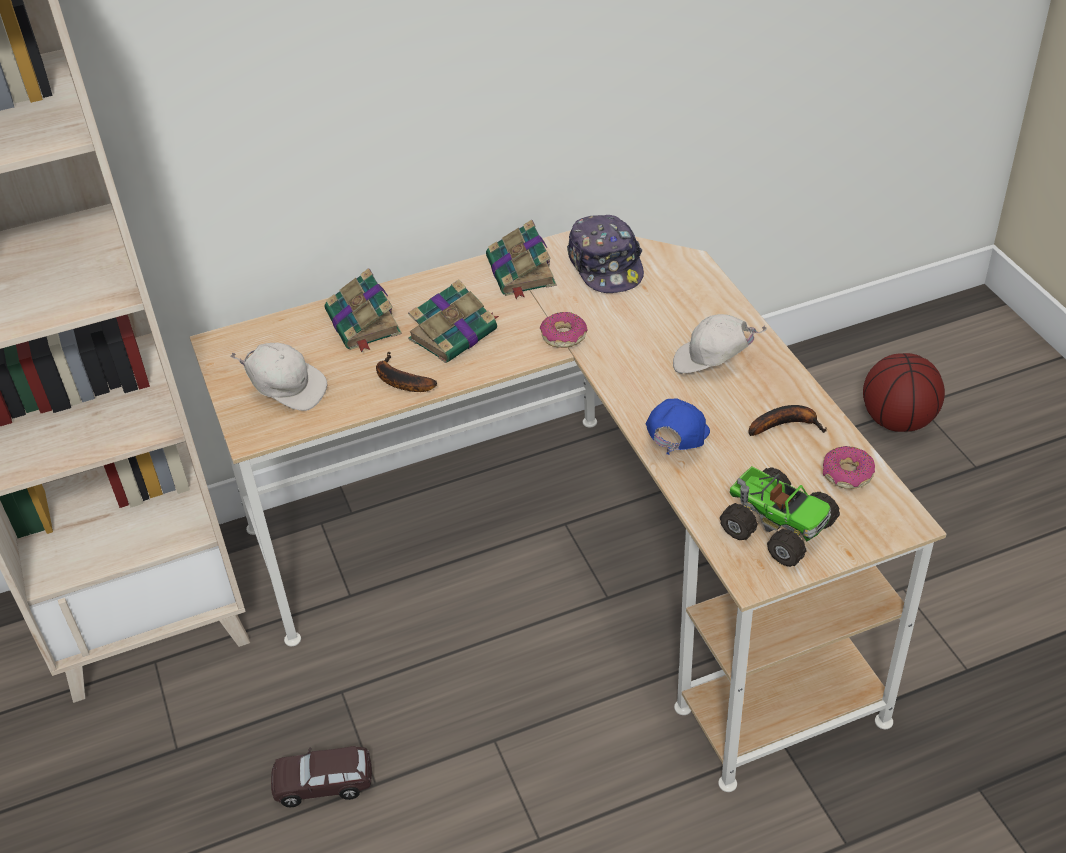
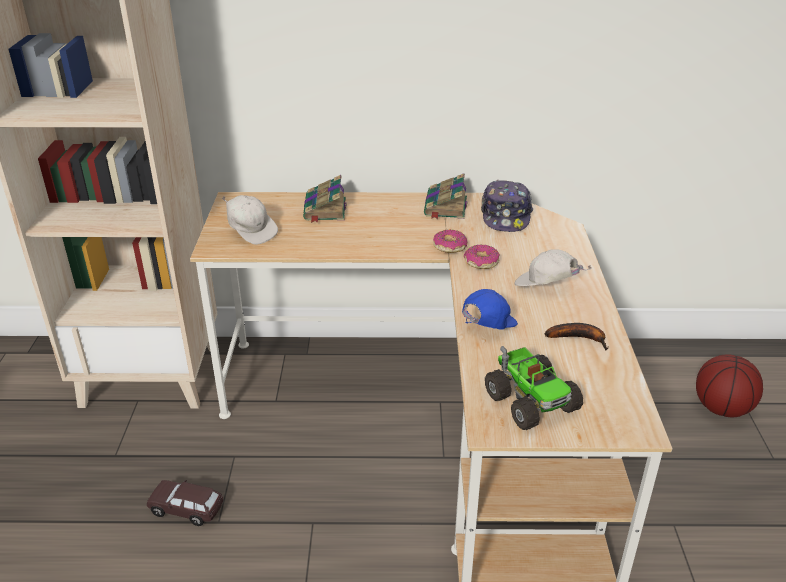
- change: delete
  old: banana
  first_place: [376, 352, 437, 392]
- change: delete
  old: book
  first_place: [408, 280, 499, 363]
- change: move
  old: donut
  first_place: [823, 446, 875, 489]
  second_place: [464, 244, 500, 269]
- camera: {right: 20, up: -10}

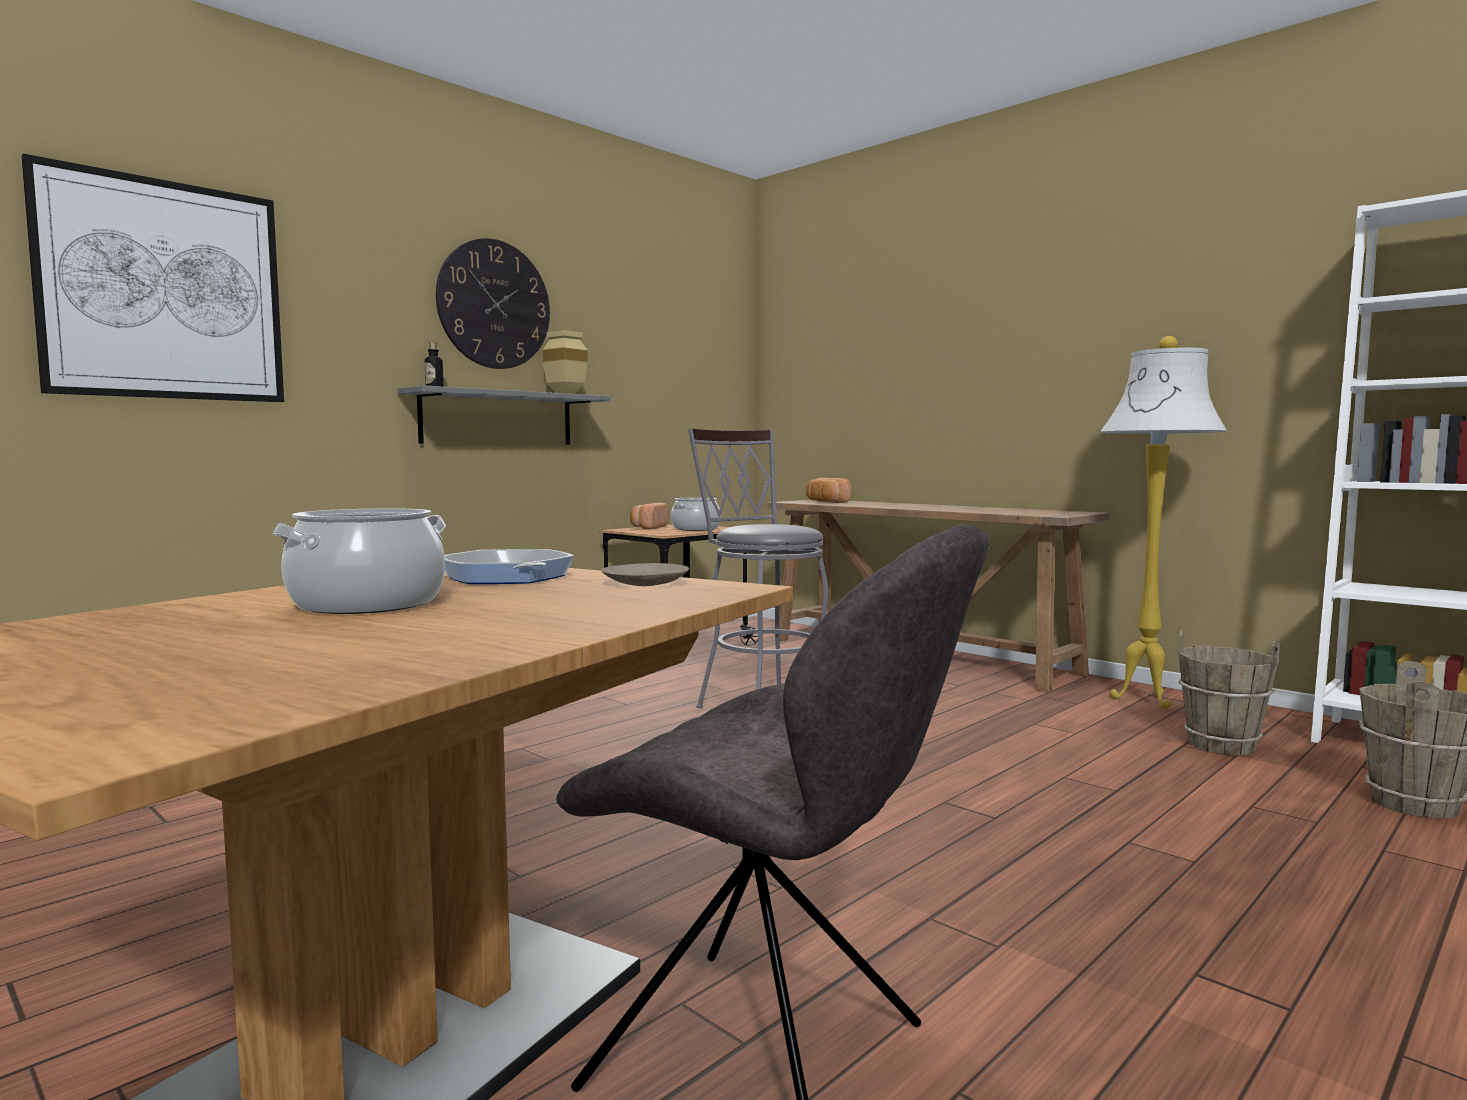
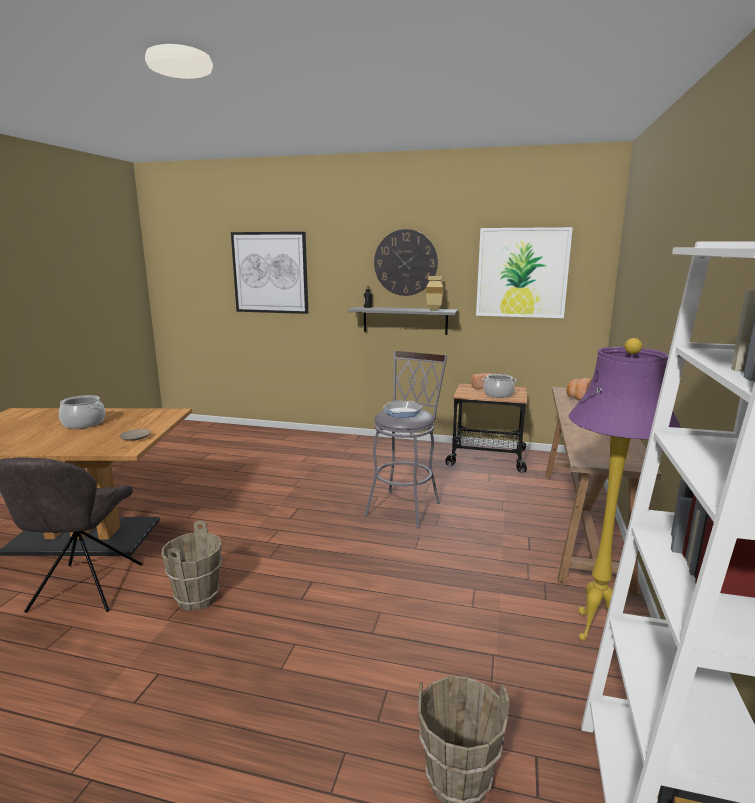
- change: move
  old: frying pan
  first_place: [444, 549, 574, 584]
  second_place: [383, 401, 423, 417]
- change: recolor
  old: floor lamp in white
  new: floor lamp in purple
  first_place: [1100, 336, 1227, 709]
  second_place: [569, 338, 681, 641]
- change: move
  old: bucket in brown
  first_place: [1178, 630, 1280, 755]
  second_place: [162, 520, 222, 611]
- change: insert
  new: picture
  second_place: [476, 227, 573, 318]
- camera: {right: 60, up: 10}

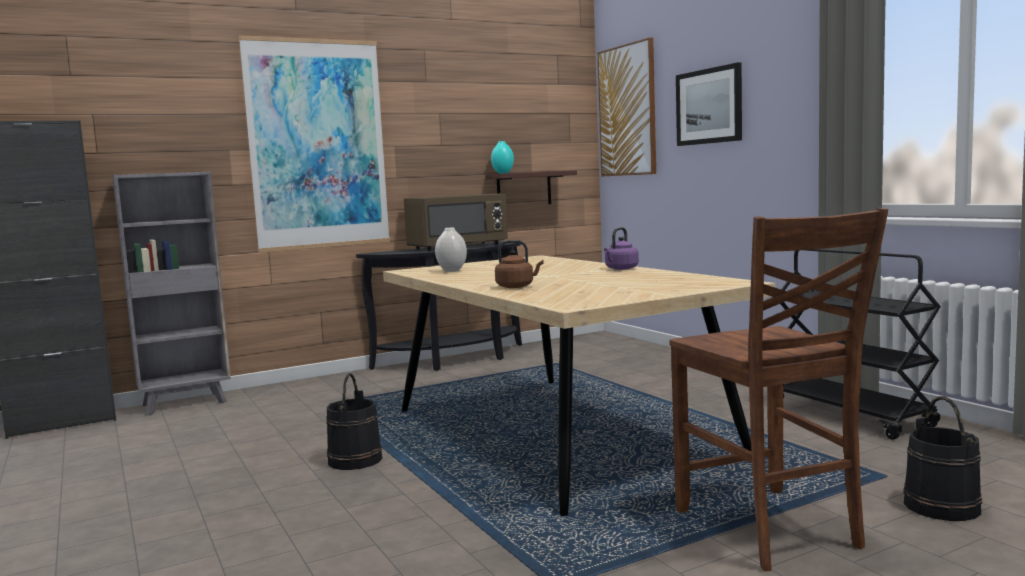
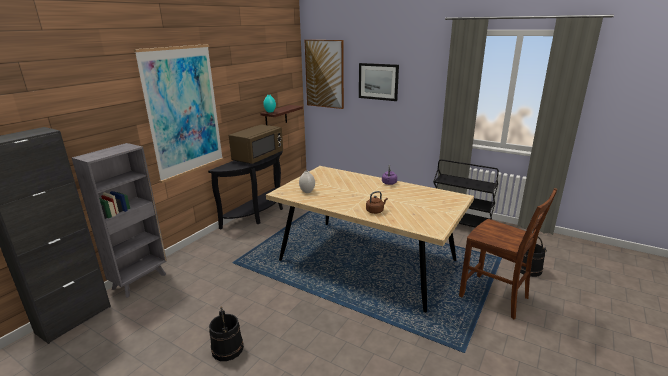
- change: move
  old: bucket in black
  first_place: [326, 373, 382, 470]
  second_place: [209, 306, 244, 361]
- camera: {right: -30, up: 15}

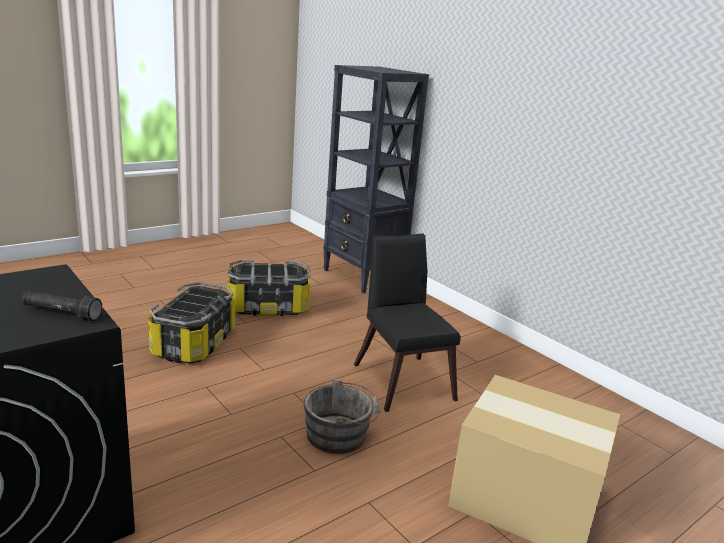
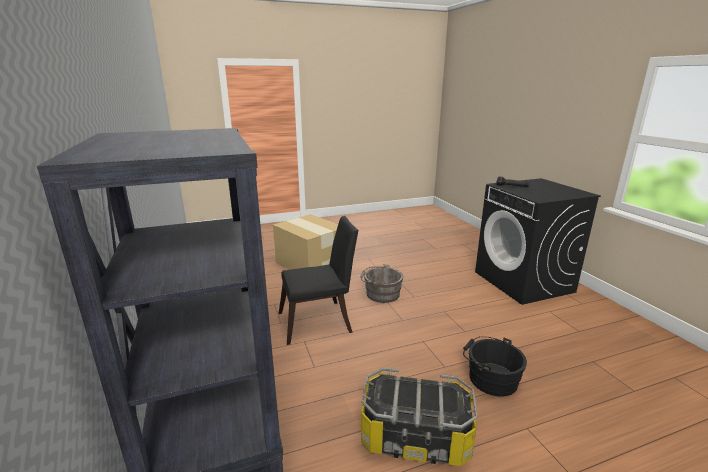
- change: replace
  old: storage box
  new: bucket in black
  first_place: [148, 282, 235, 364]
  second_place: [463, 336, 527, 396]
- change: rotate
  old: chair in black
  first_place: [354, 233, 461, 412]
  second_place: [279, 216, 358, 345]
  degrees: -105
- camera: {right: -160, up: 0}

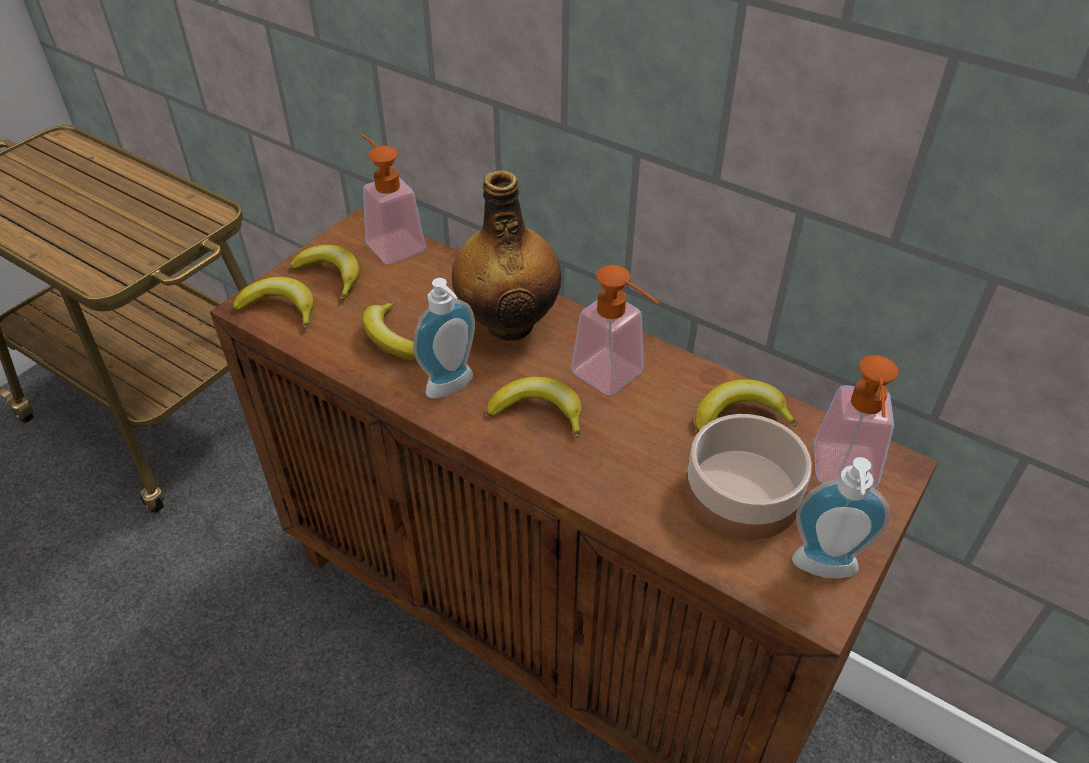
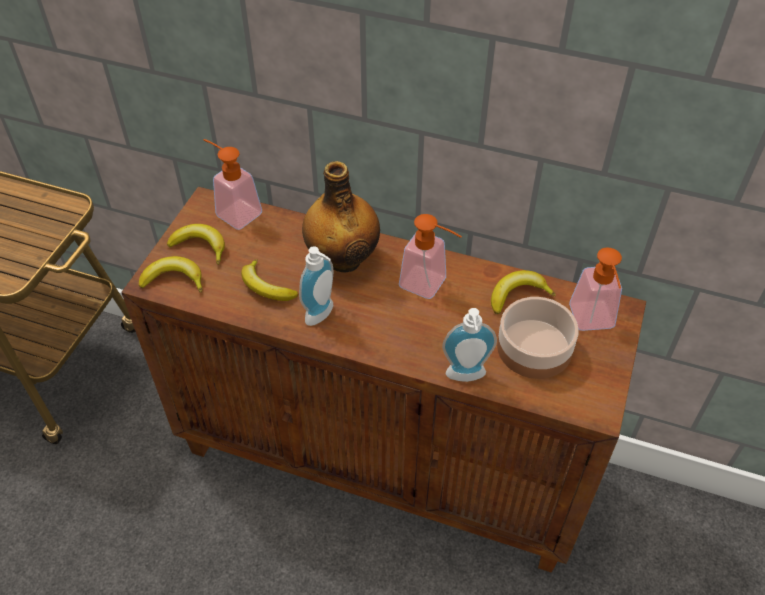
- change: delete
  old: banana
  first_place: [487, 377, 582, 438]
- change: move
  old: soap dispenser
  first_place: [792, 457, 890, 578]
  second_place: [442, 308, 497, 382]
- camera: {right: -15, up: 5}

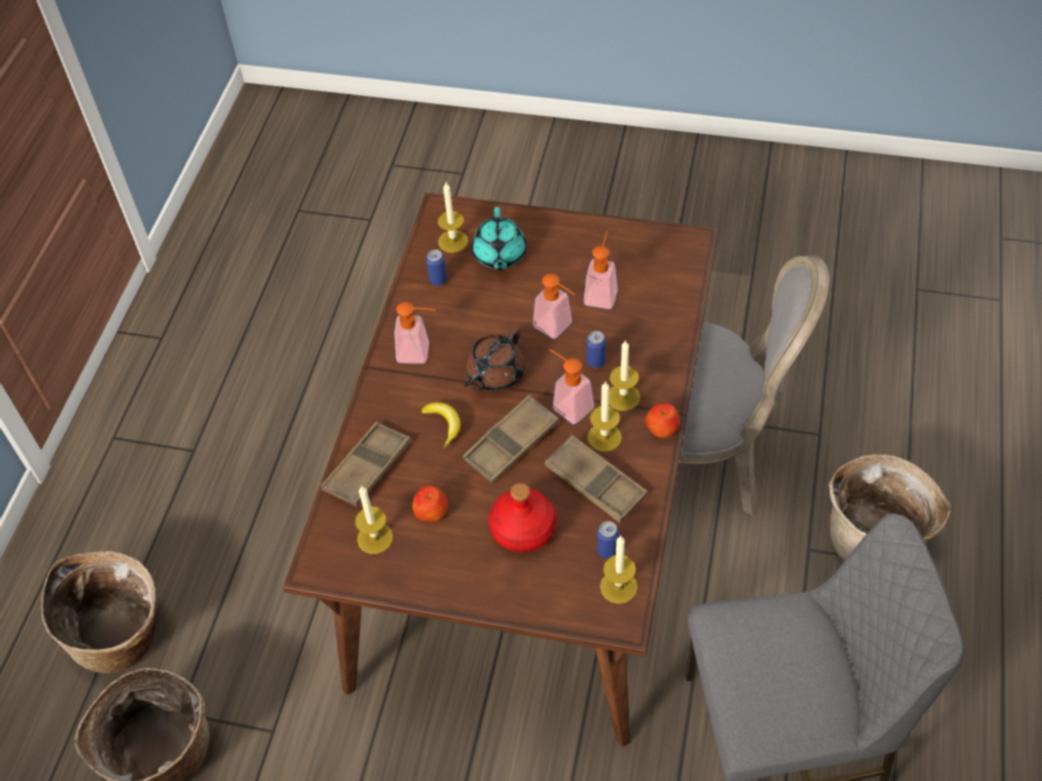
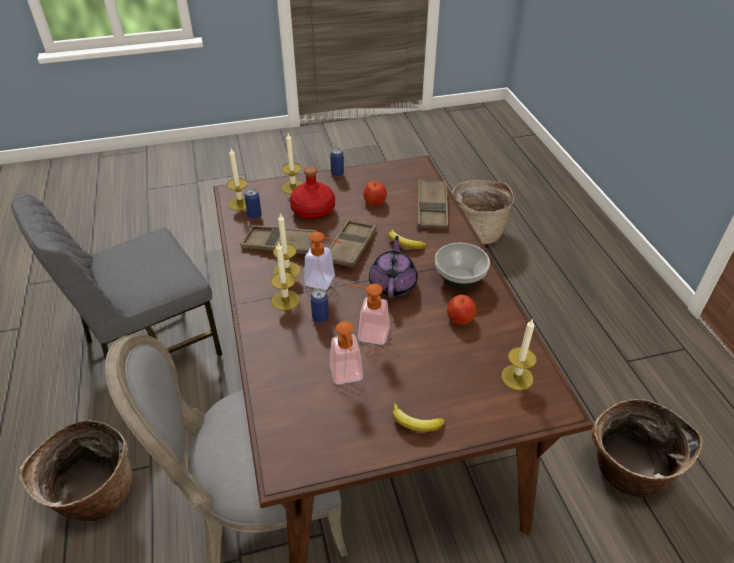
- change: move
  old: basket
  first_place: [41, 551, 157, 673]
  second_place: [591, 399, 702, 497]
- change: move
  old: candle
  first_place: [355, 485, 393, 554]
  second_place: [282, 133, 303, 194]
- change: replace
  old: soap dispenser
  new: bowl
  first_place: [394, 302, 436, 364]
  second_place: [435, 243, 490, 289]
- change: move
  old: can
  first_place: [426, 250, 447, 286]
  second_place: [330, 148, 344, 177]
- change: recolor
  old: teapot in brown
  new: teapot in purple
  first_place: [464, 327, 525, 391]
  second_place: [369, 236, 418, 298]
- change: delete
  old: teapot in turquoise
  first_place: [472, 207, 526, 270]
- change: move
  old: apple
  first_place: [645, 403, 680, 438]
  second_place: [447, 295, 477, 325]
- change: insert
  new: banana
  second_place: [393, 403, 445, 432]
- camera: {right: 150, up: -10}

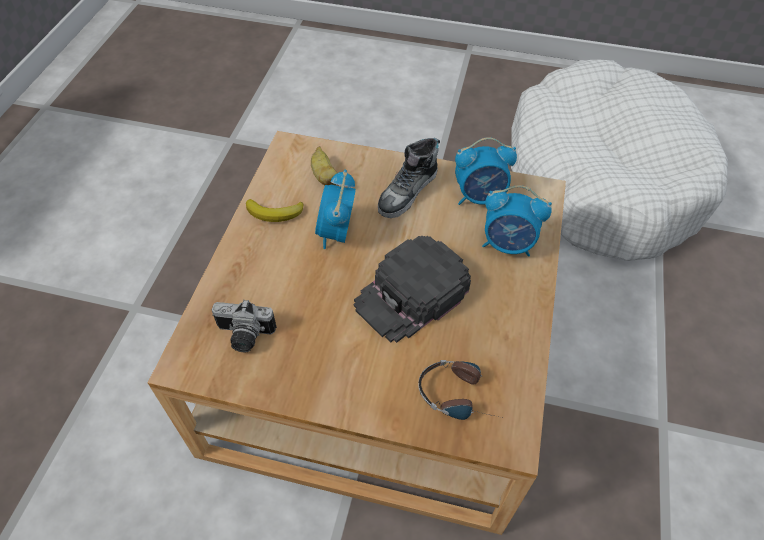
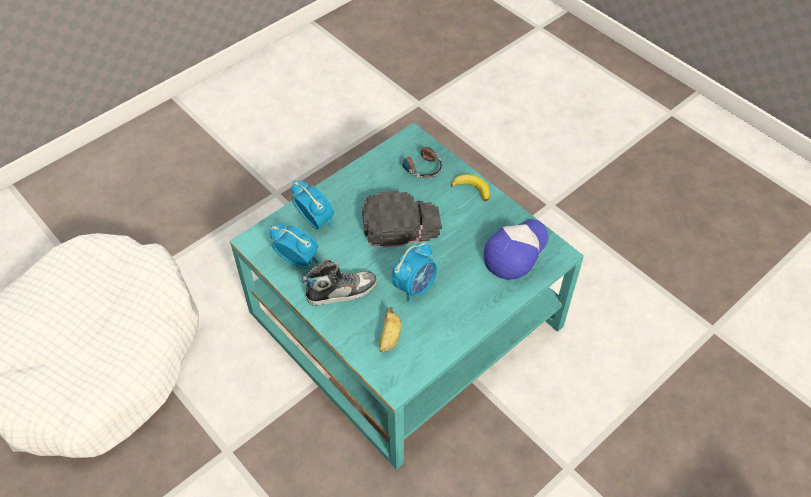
- change: recolor
  old: coffee table in beige
  new: coffee table in turquoise
  first_place: [148, 131, 566, 535]
  second_place: [230, 123, 584, 470]
- change: replace
  old: photo camera
  new: cap
  first_place: [212, 300, 277, 352]
  second_place: [484, 219, 549, 280]
- change: move
  old: banana
  first_place: [246, 199, 303, 222]
  second_place: [451, 174, 490, 201]
- camera: {right: -145, up: 0}

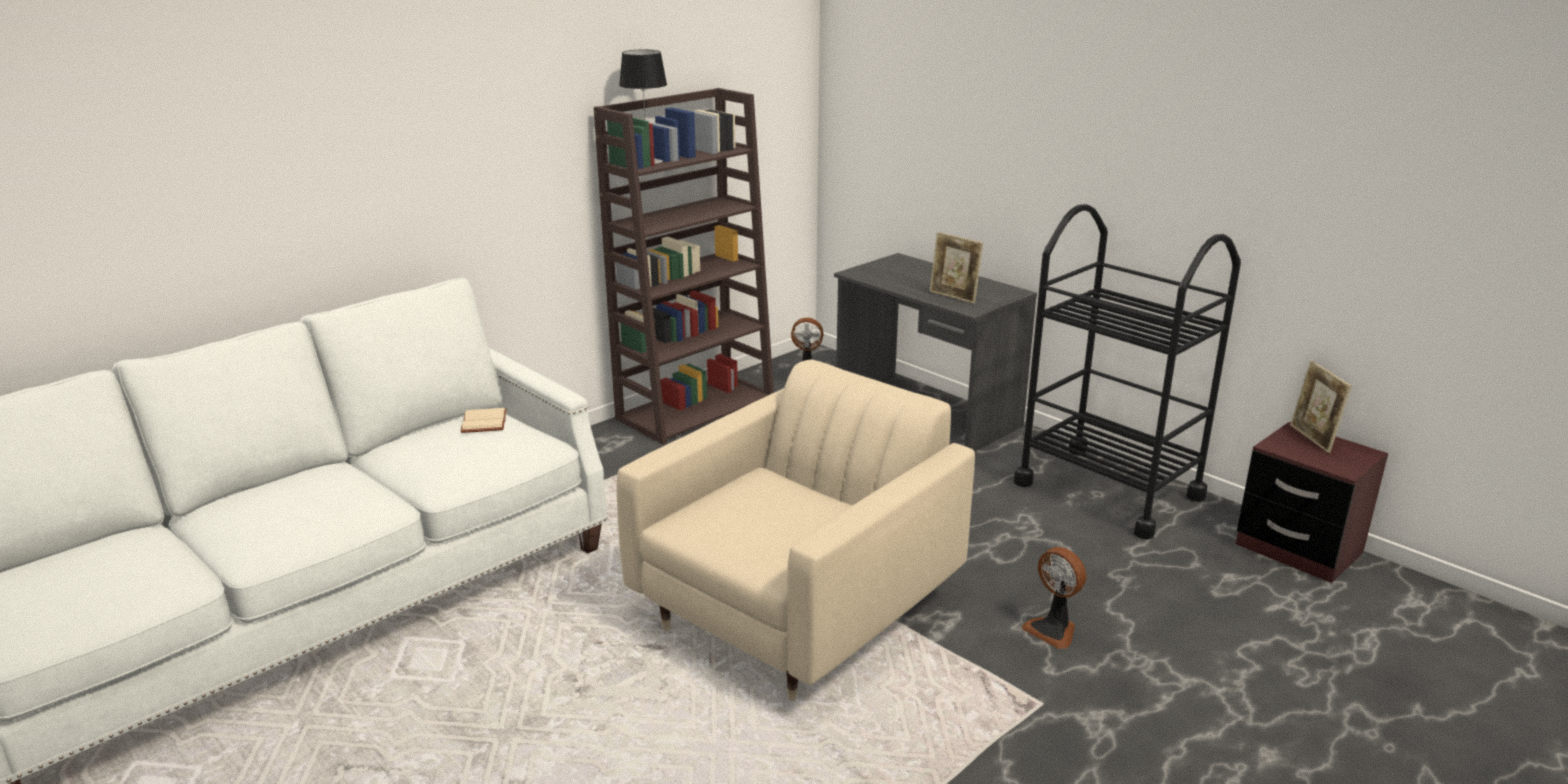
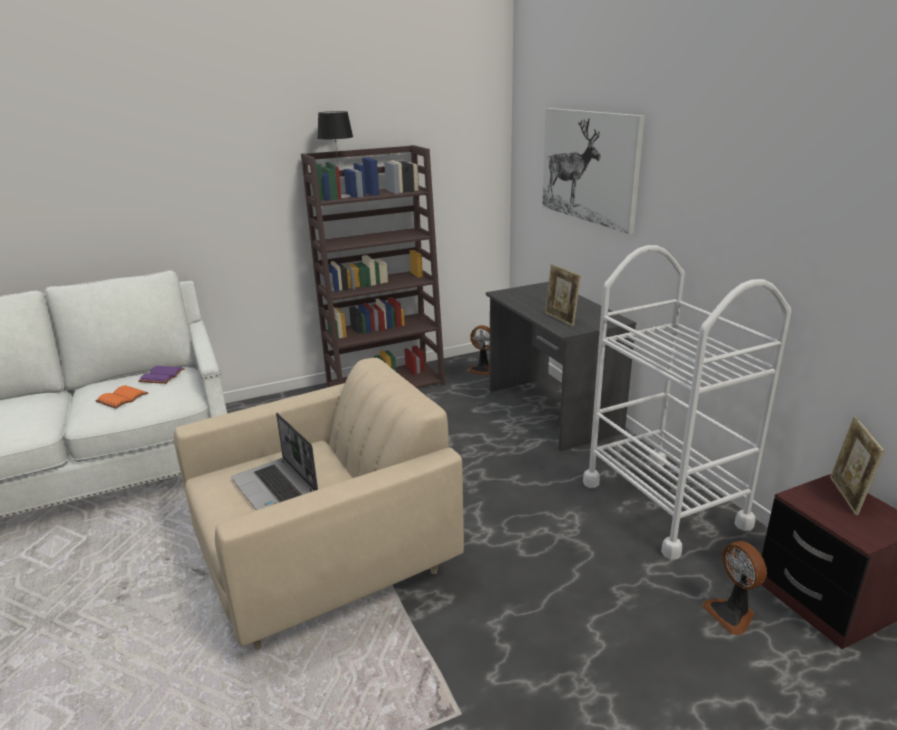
- change: recolor
  old: book in beige
  new: book in purple
  first_place: [461, 408, 507, 433]
  second_place: [138, 366, 185, 384]
- change: recolor
  old: cart in black
  new: cart in white
  first_place: [1014, 204, 1241, 540]
  second_place: [583, 245, 791, 560]
- change: move
  old: fan
  first_place: [1022, 547, 1086, 649]
  second_place: [702, 541, 767, 635]
- change: insert
  new: book in orange
  second_place: [96, 385, 148, 409]
- change: insert
  new: laptop
  second_place: [231, 413, 318, 510]
- change: insert
  new: picture
  second_place: [542, 108, 645, 234]
- camera: {right: 20, up: 0}

